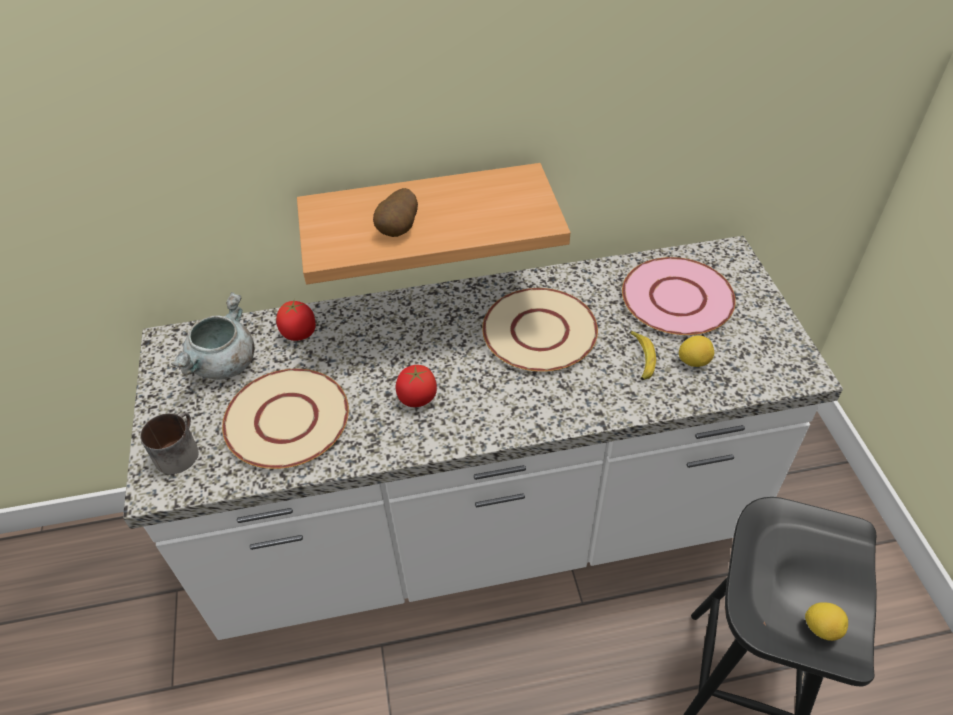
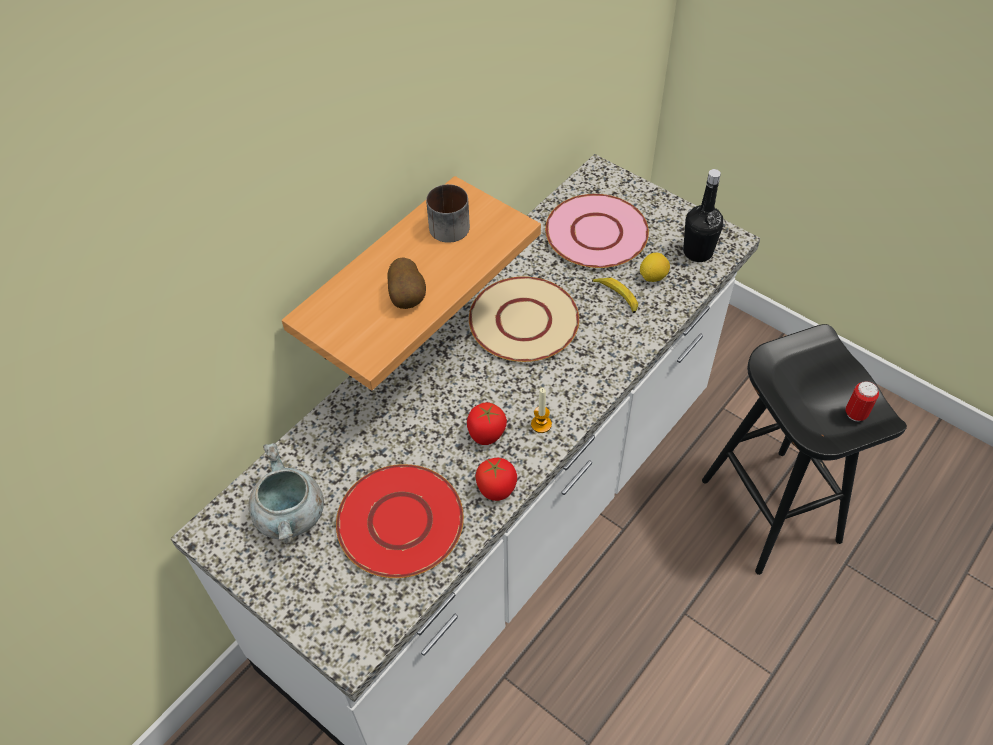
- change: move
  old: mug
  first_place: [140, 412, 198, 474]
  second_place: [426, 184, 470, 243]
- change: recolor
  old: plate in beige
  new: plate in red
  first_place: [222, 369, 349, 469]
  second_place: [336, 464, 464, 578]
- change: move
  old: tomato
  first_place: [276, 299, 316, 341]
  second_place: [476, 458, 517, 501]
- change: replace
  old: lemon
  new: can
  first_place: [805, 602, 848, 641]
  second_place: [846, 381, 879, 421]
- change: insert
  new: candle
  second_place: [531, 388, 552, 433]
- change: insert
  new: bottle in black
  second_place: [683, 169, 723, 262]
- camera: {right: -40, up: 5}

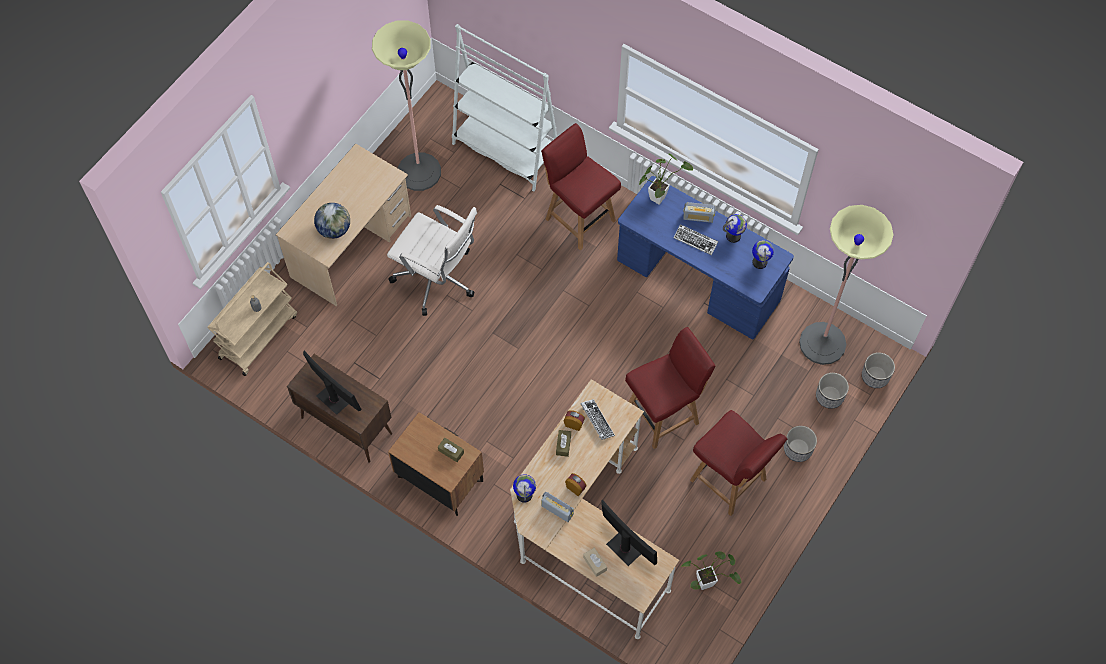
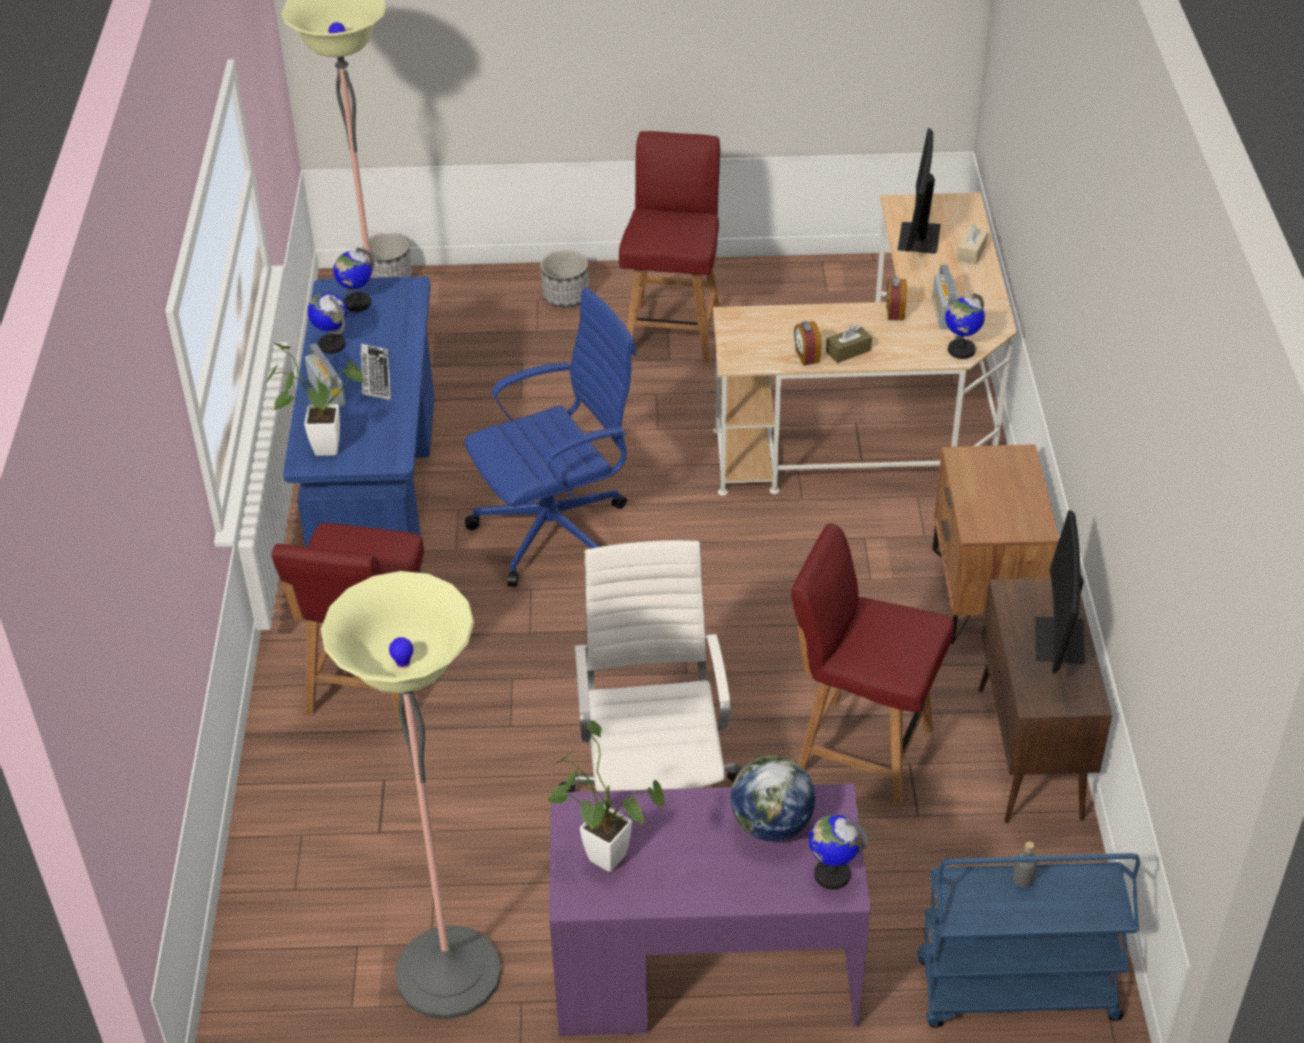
- change: recolor
  old: cart in beige
  new: cart in blue
  first_place: [207, 262, 297, 376]
  second_place: [917, 853, 1140, 1028]
- change: recolor
  old: desk in beige
  new: desk in purple
  first_place: [276, 144, 411, 306]
  second_place: [549, 783, 871, 1036]
- change: delete
  old: tissue box in brown
  first_place: [438, 438, 464, 462]
- change: delete
  old: bookcase in white
  first_place: [452, 24, 557, 191]
- change: delete
  old: keyboard
  first_place: [580, 399, 615, 440]
- change: move
  old: chair in red
  first_place: [625, 327, 715, 449]
  second_place: [791, 524, 954, 805]
- change: move
  old: potted plant
  first_place: [681, 551, 742, 590]
  second_place: [546, 720, 664, 872]
- change: delete
  old: planter
  first_place: [816, 373, 849, 409]
- change: insert
  new: office chair in blue
  second_place: [464, 287, 636, 587]
- change: insert
  new: globe
  second_place: [809, 814, 868, 890]
- camera: {right: -125, up: -20}

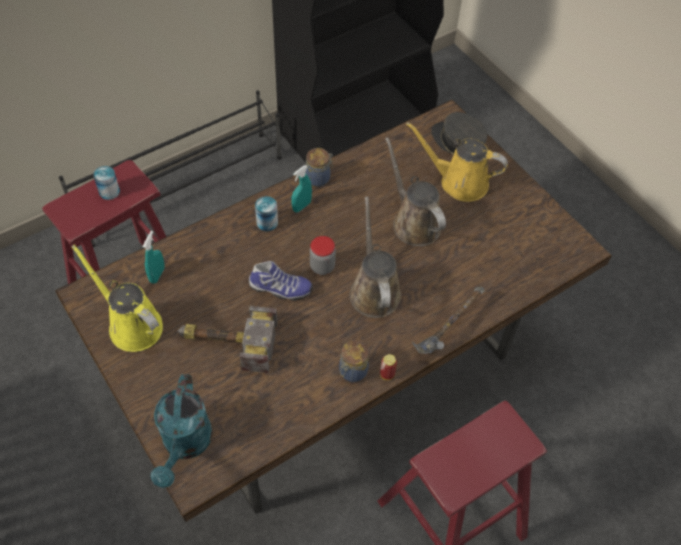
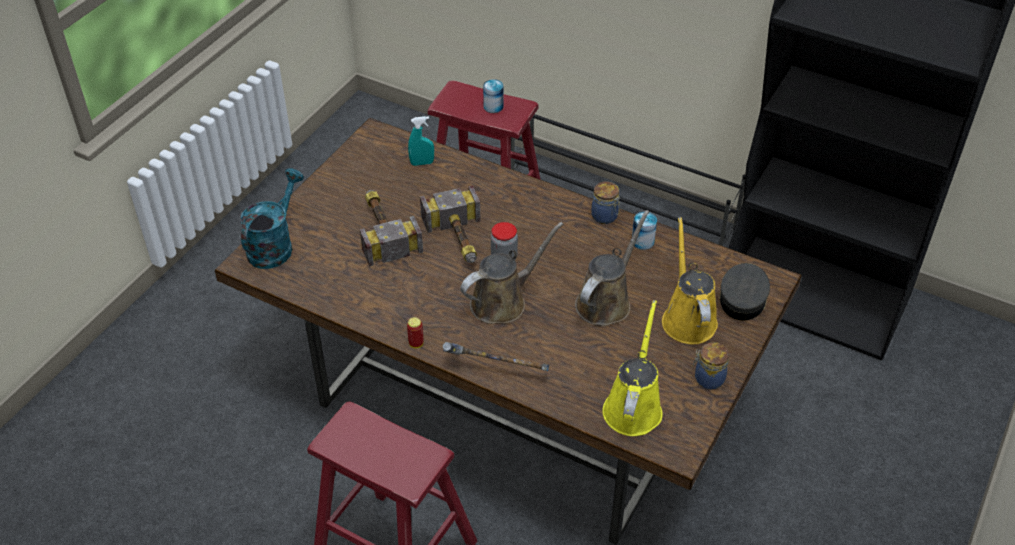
- change: move
  old: watering can in yellow
  first_place: [71, 245, 163, 352]
  second_place: [602, 300, 663, 436]
- change: rotate
  old: watering can in turquoise
  first_place: [150, 374, 213, 488]
  second_place: [240, 168, 304, 269]
  degrees: 135
- change: replace
  old: shoe
  new: hammer
  first_place: [248, 261, 313, 301]
  second_place: [420, 185, 481, 263]
- change: move
  old: can
  first_place: [255, 196, 278, 231]
  second_place: [632, 212, 657, 250]
- change: delete
  old: spray bottle in turquoise
  first_place: [292, 165, 312, 213]
- change: move
  old: jar
  first_place: [339, 341, 369, 382]
  second_place: [692, 342, 729, 390]
- camera: {right: 65, up: -10}

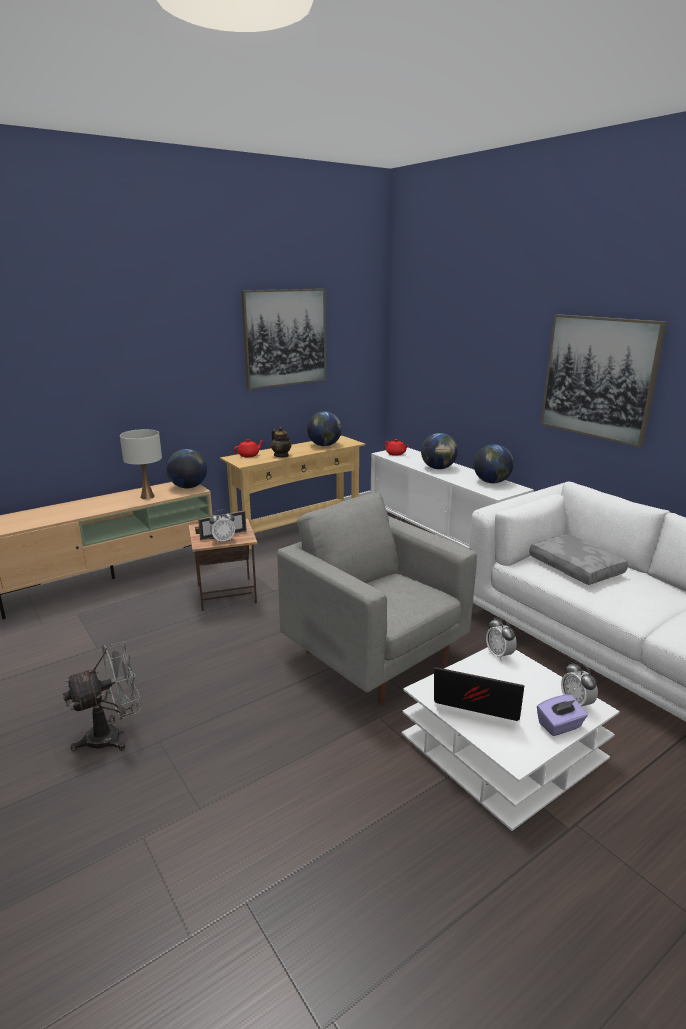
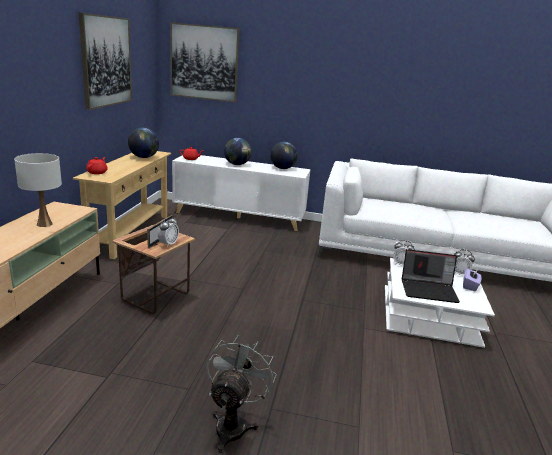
- change: delete
  old: globe
  first_place: [166, 449, 207, 488]
- change: delete
  old: teapot
  first_place: [271, 426, 292, 457]
- change: delete
  old: armchair in grey
  first_place: [277, 493, 477, 705]
- change: rotate
  old: laptop
  first_place: [434, 667, 524, 721]
  second_place: [402, 249, 460, 303]
  degrees: -150
- change: delete
  old: pillow in grey
  first_place: [529, 534, 628, 585]
- change: move
  old: picture
  first_place: [541, 314, 667, 447]
  second_place: [170, 23, 240, 102]
- camera: {right: -45, up: 0}

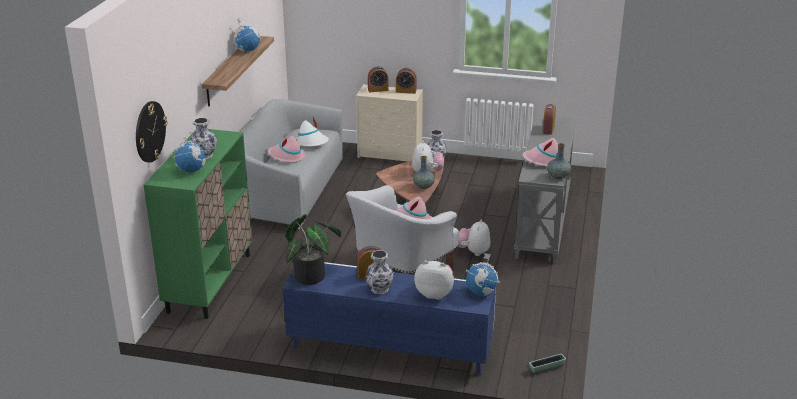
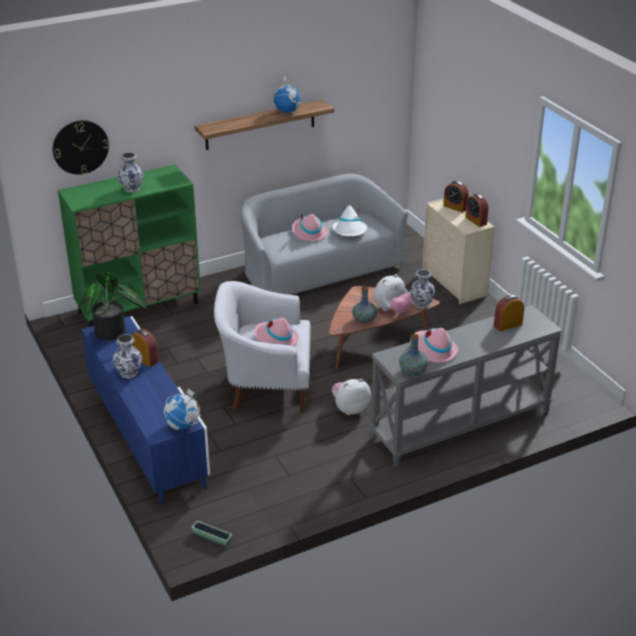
- change: delete
  old: globe
  first_place: [172, 133, 206, 172]
- change: delete
  old: plush toy
  first_place: [414, 261, 454, 300]
- camera: {right: 50, up: 5}

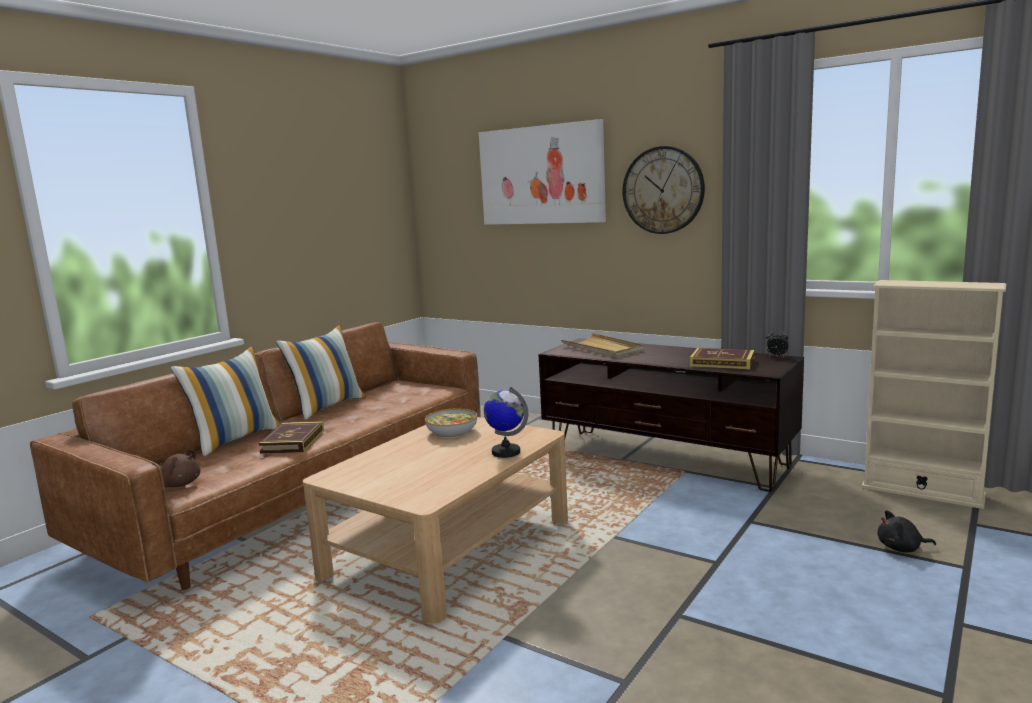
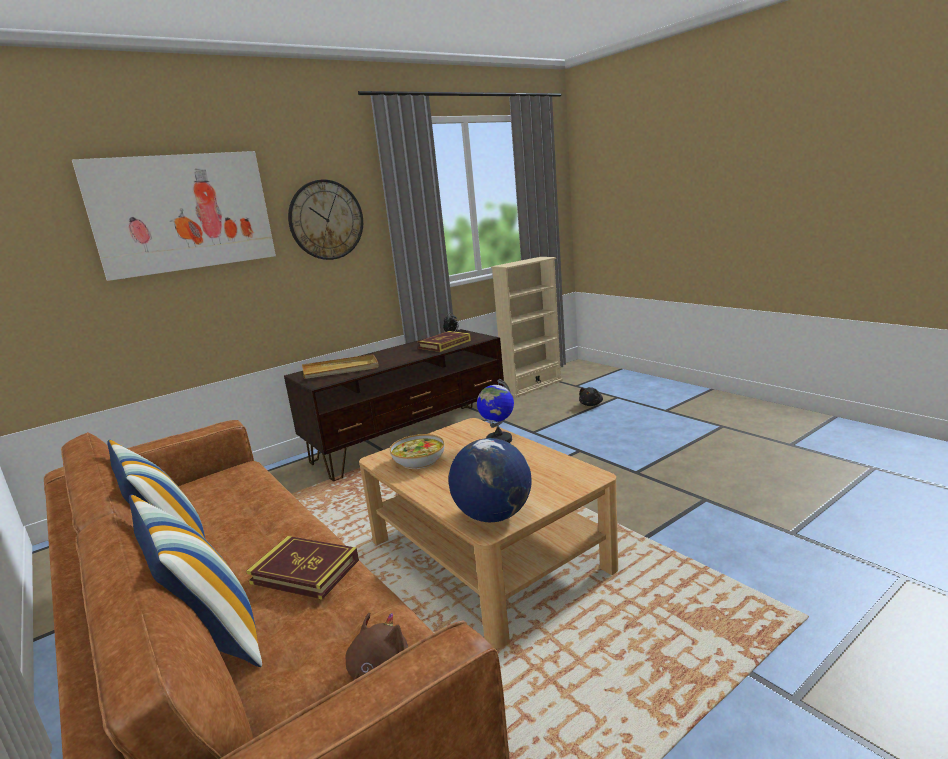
- change: insert
  new: globe
  second_place: [448, 438, 532, 522]
- camera: {right: -70, up: 5}

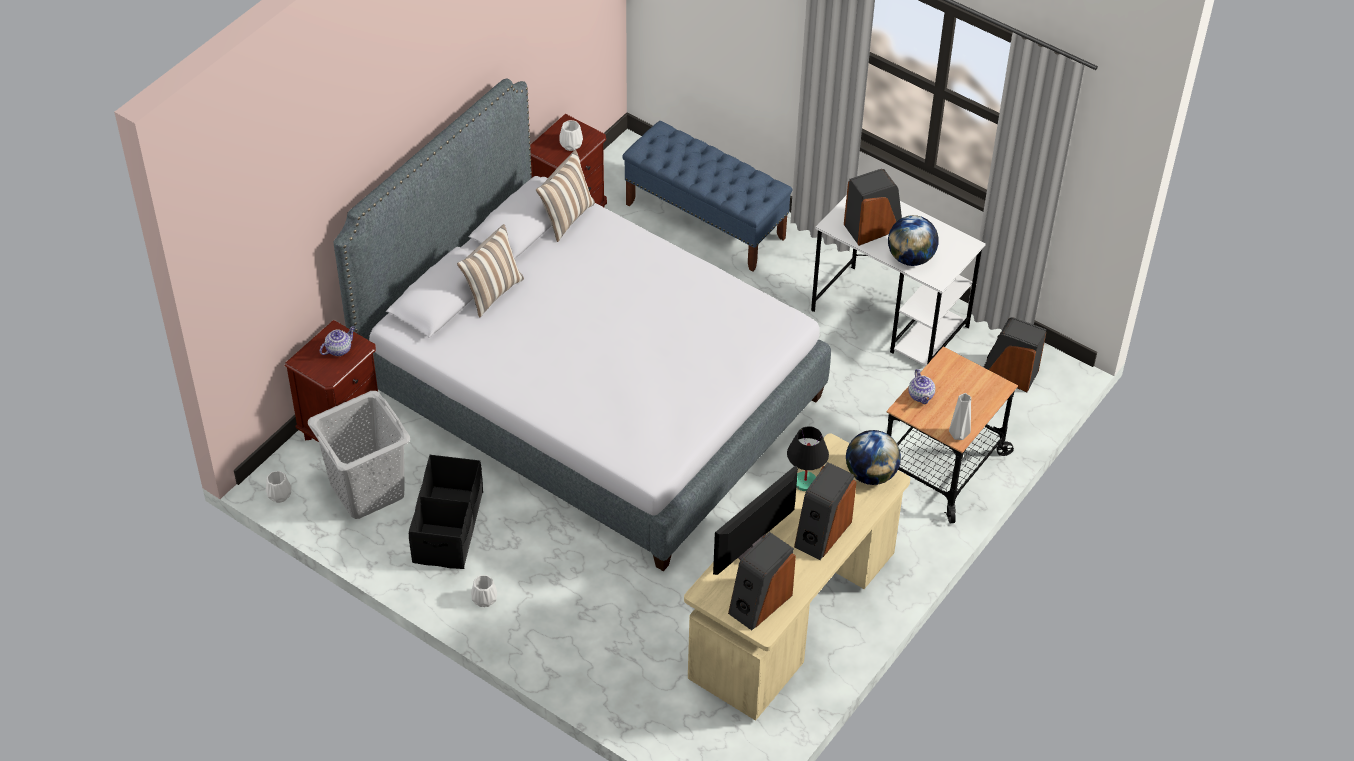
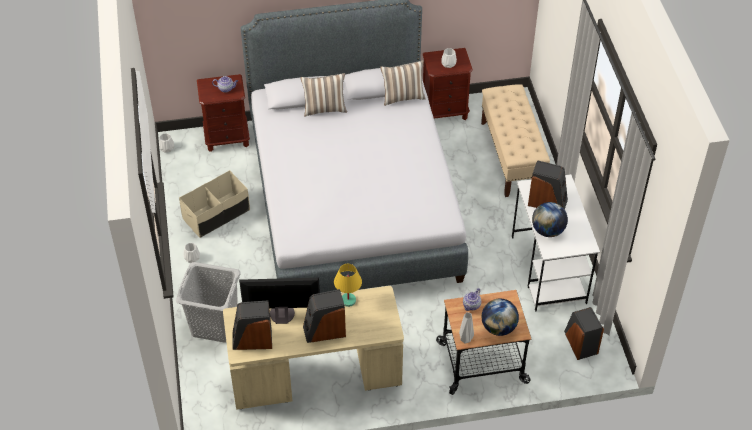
- change: move
  old: laundry basket in grey
  first_place: [308, 391, 410, 519]
  second_place: [176, 262, 241, 342]
- change: recolor
  old: storage box in black
  new: storage box in beige
  first_place: [409, 455, 483, 569]
  second_place: [179, 170, 250, 238]
- change: recolor
  old: bench in blue
  new: bench in beige
  first_place: [622, 121, 793, 272]
  second_place: [481, 84, 550, 197]
- change: recolor
  old: table lamp in black
  new: table lamp in yellow
  first_place: [787, 426, 829, 491]
  second_place: [334, 264, 362, 307]
- change: move
  old: globe
  first_place: [846, 430, 901, 485]
  second_place: [482, 298, 519, 336]
- camera: {right: 45, up: 0}

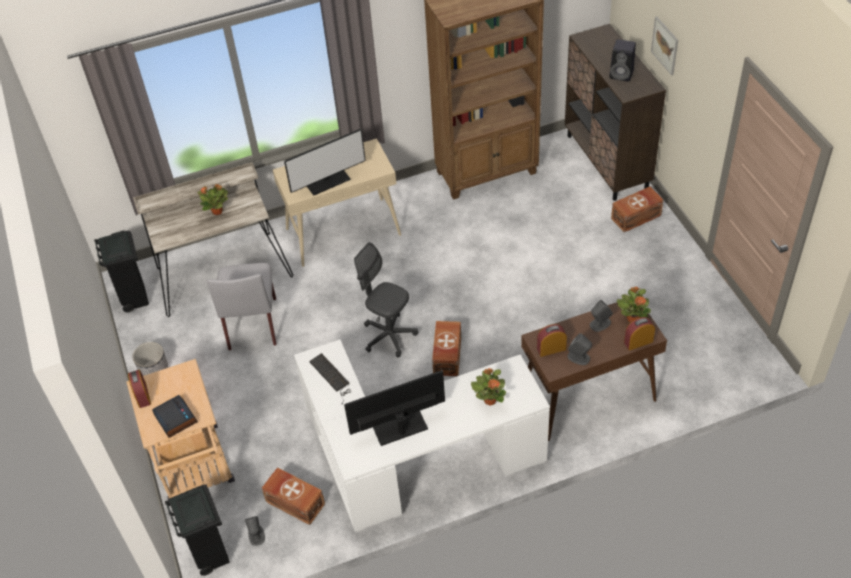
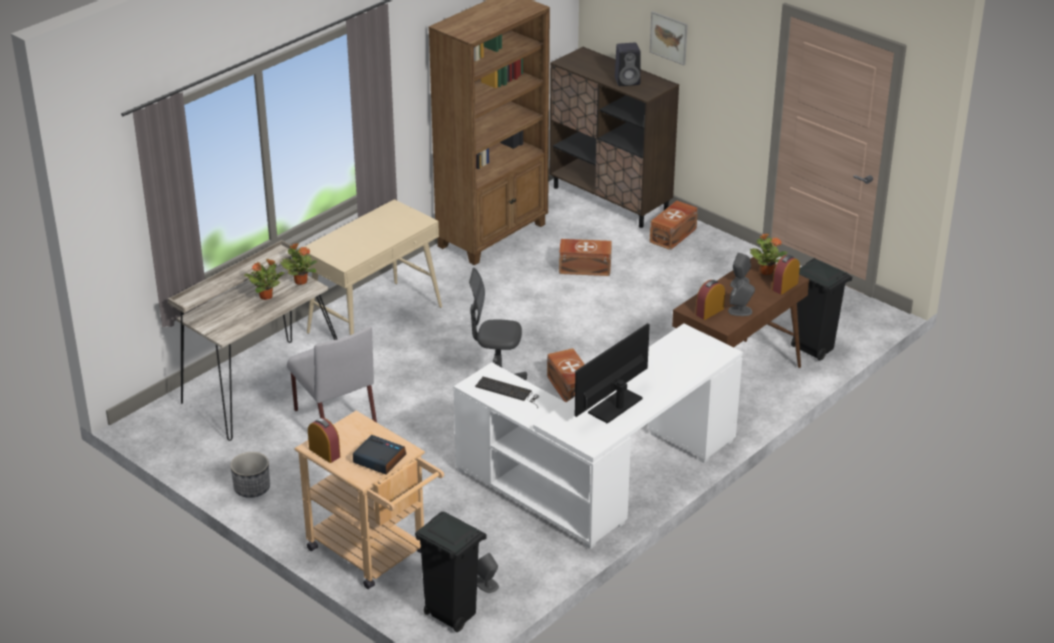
- change: move
  old: trash can in black
  first_place: [94, 231, 149, 312]
  second_place: [791, 258, 852, 360]
- change: move
  old: storage box in brown
  first_place: [262, 467, 325, 525]
  second_place: [559, 239, 612, 276]
- change: delete
  old: monitor
  first_place: [284, 129, 366, 195]
- change: move
  old: potted plant
  first_place: [471, 368, 506, 405]
  second_place: [280, 243, 318, 285]
- camera: {right: -30, up: -15}

